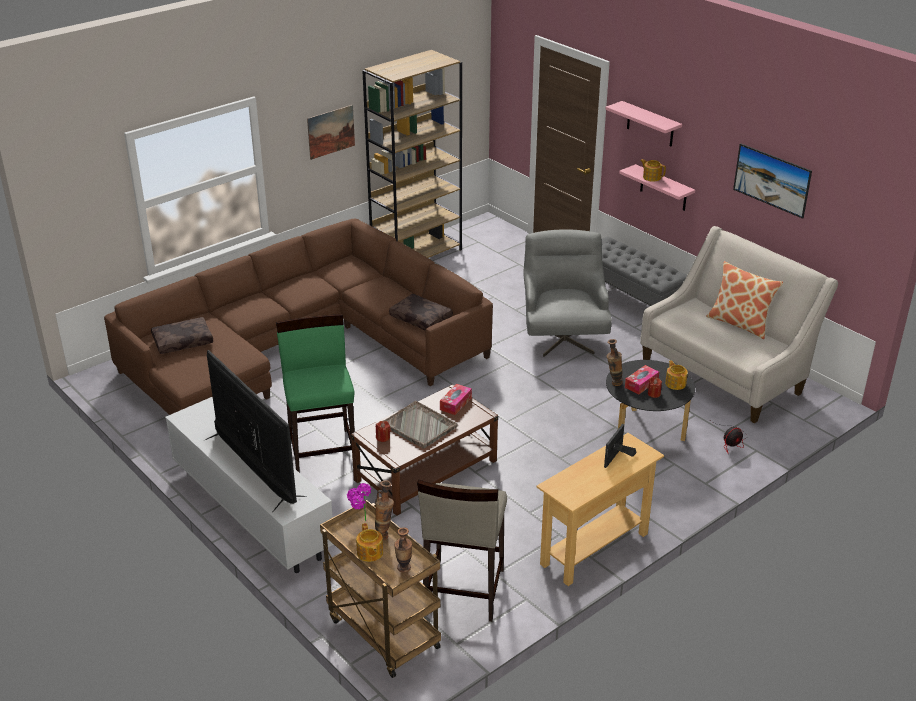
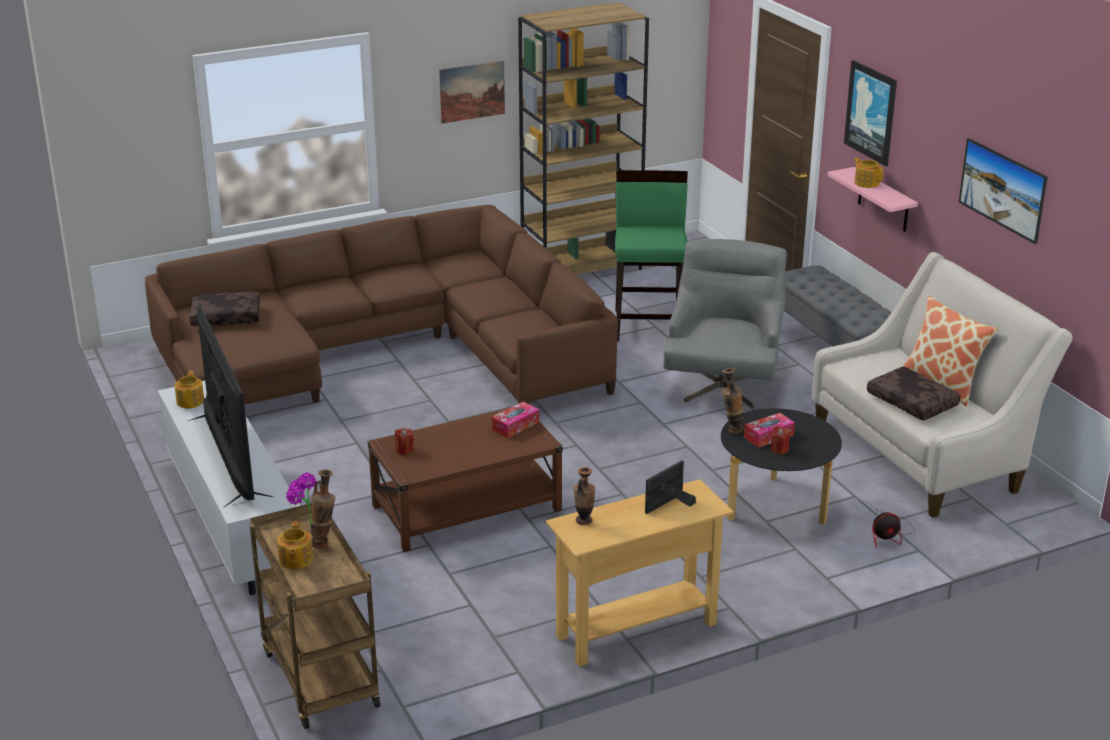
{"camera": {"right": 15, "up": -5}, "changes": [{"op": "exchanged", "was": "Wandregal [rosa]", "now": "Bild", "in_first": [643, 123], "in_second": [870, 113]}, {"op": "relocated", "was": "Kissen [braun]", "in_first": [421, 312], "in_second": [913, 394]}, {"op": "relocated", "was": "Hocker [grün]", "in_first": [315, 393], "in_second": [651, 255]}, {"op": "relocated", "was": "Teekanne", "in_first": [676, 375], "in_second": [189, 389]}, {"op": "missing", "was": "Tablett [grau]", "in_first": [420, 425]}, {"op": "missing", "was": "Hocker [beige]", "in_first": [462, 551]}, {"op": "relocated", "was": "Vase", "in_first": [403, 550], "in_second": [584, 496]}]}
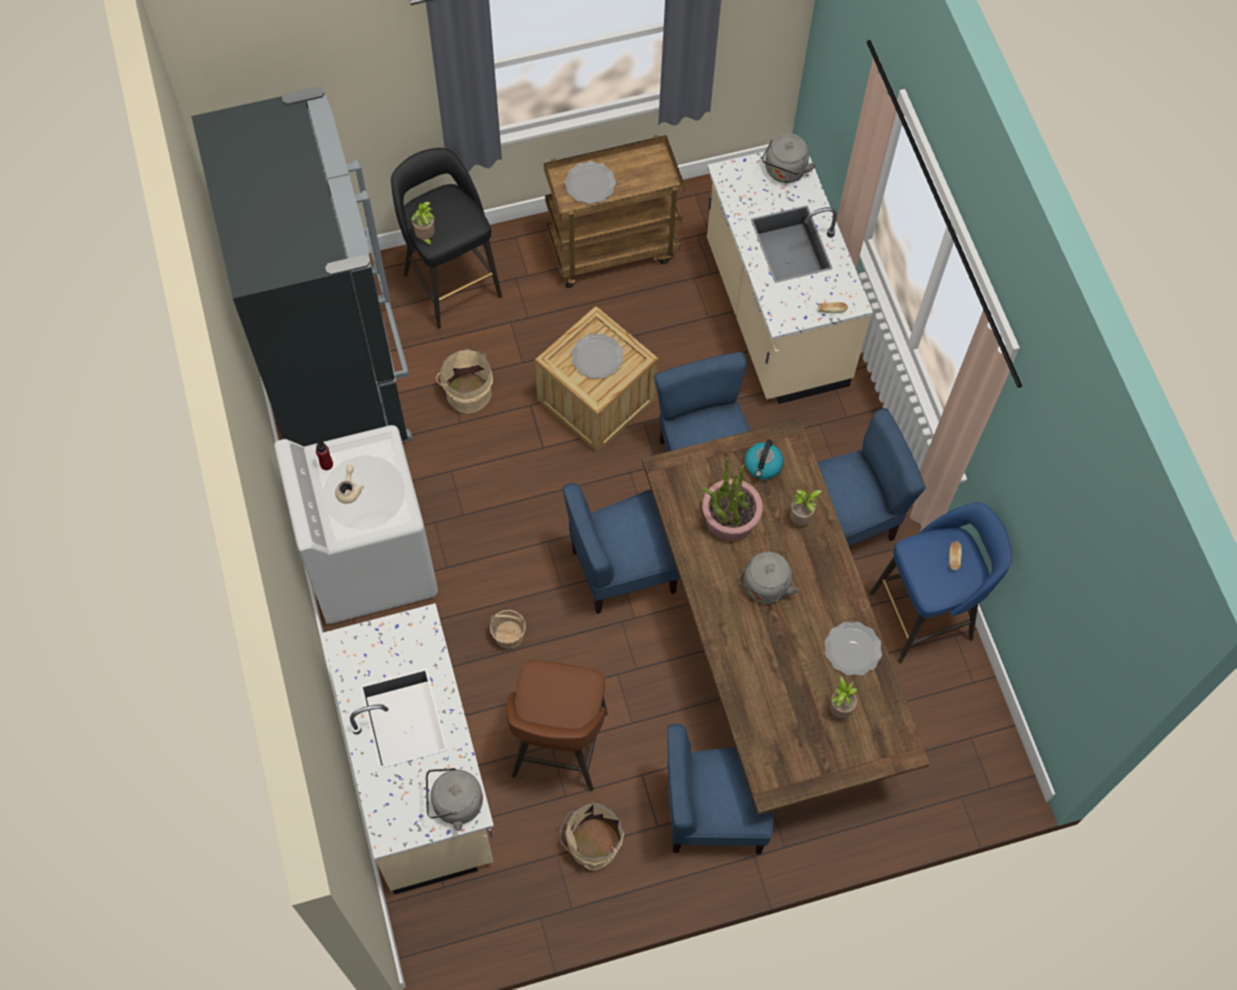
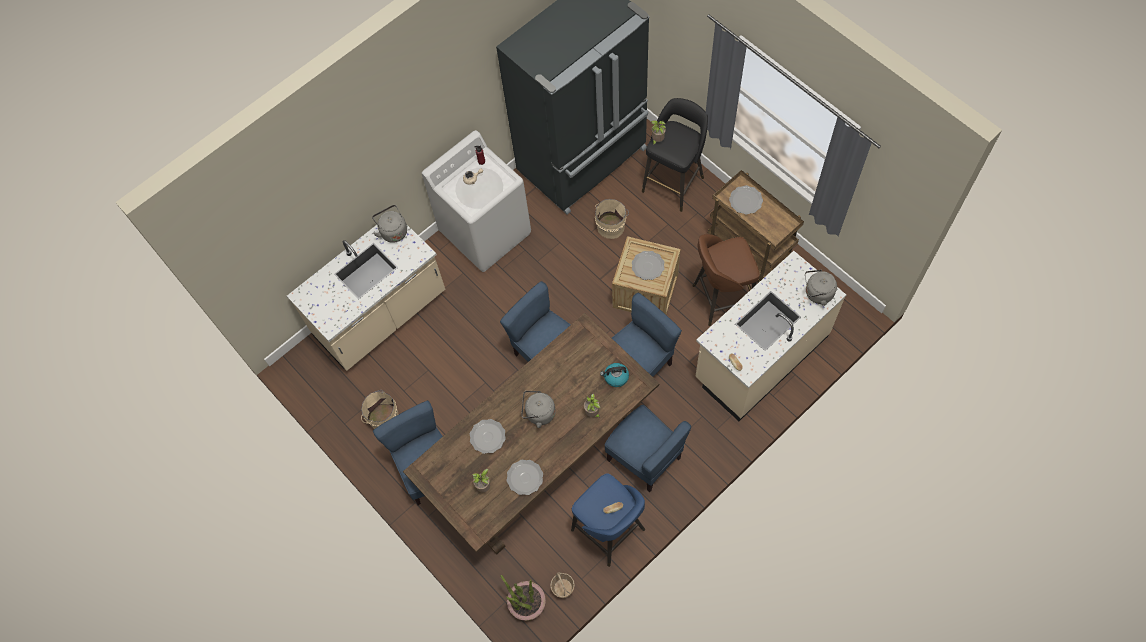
{"camera": {"right": 70, "up": 0}, "changes": [{"op": "relocated", "was": "Topfpflanze", "in_first": [732, 499], "in_second": [523, 598]}, {"op": "relocated", "was": "Korb", "in_first": [508, 629], "in_second": [562, 585]}, {"op": "relocated", "was": "Hocker [braun]", "in_first": [557, 725], "in_second": [726, 280]}, {"op": "relocated", "was": "Wasserkessel [grau]", "in_first": [454, 799], "in_second": [389, 224]}, {"op": "appeared", "now": "Teller", "in_second": [488, 436]}]}
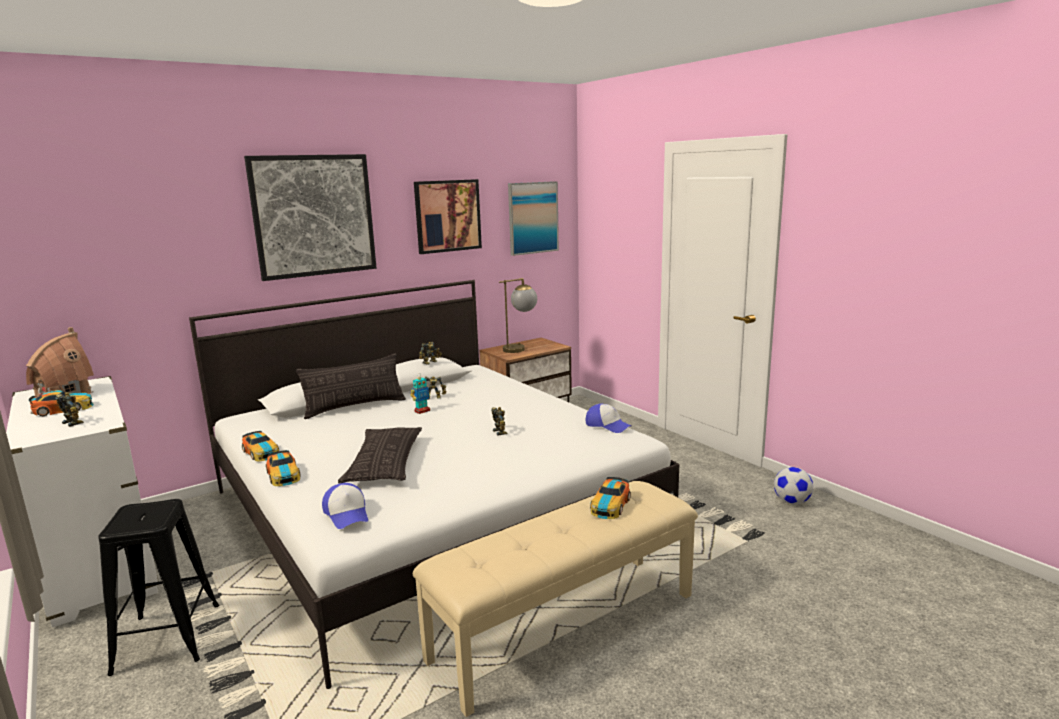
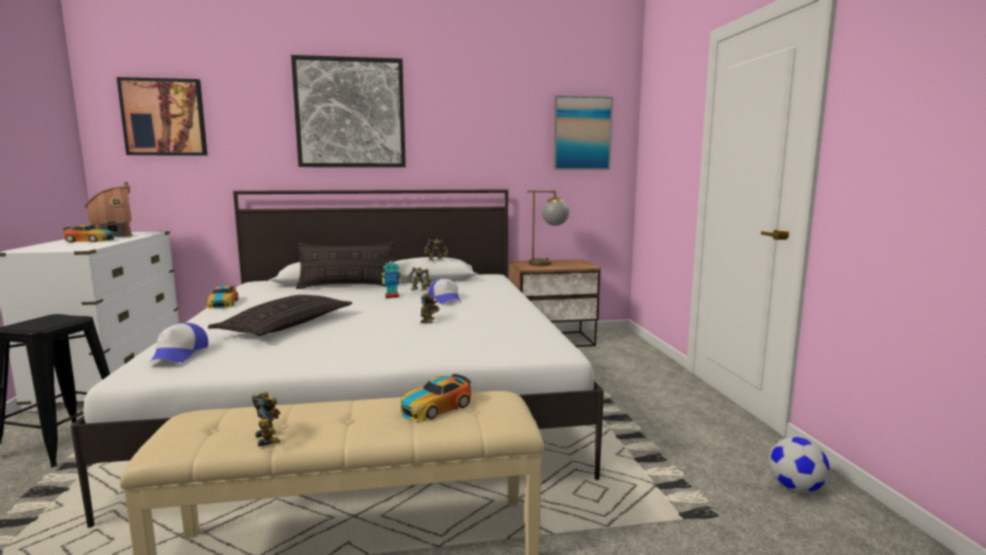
{"camera": {"right": 25, "up": -5}, "changes": [{"op": "relocated", "was": "Bild", "in_first": [448, 216], "in_second": [162, 116]}, {"op": "relocated", "was": "Spielzeugroboter", "in_first": [69, 409], "in_second": [265, 419]}, {"op": "relocated", "was": "Kappe", "in_first": [608, 418], "in_second": [444, 291]}, {"op": "missing", "was": "Spielzeugauto", "in_first": [283, 468]}]}
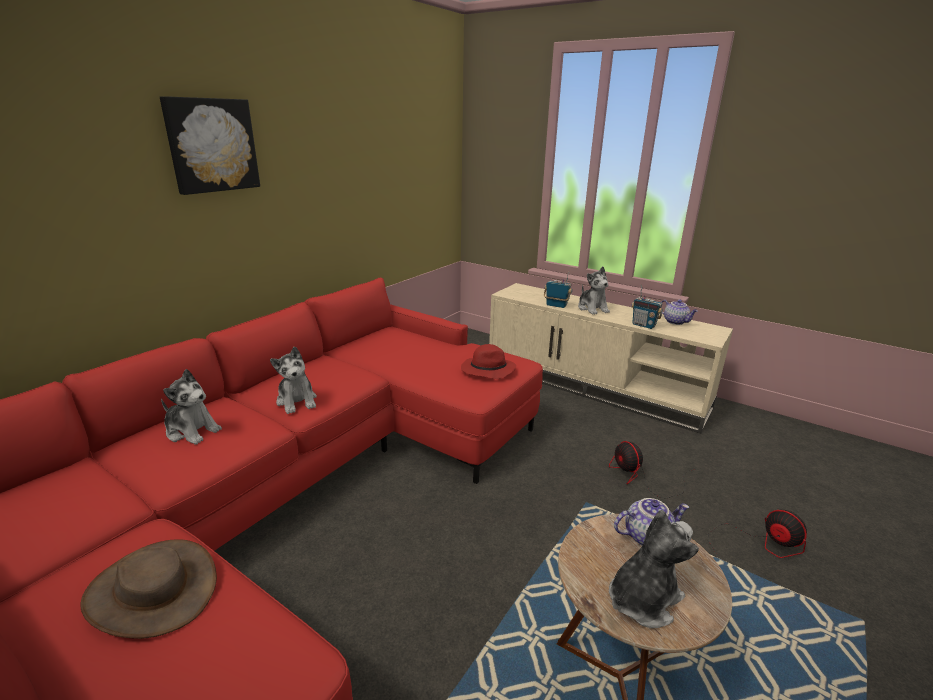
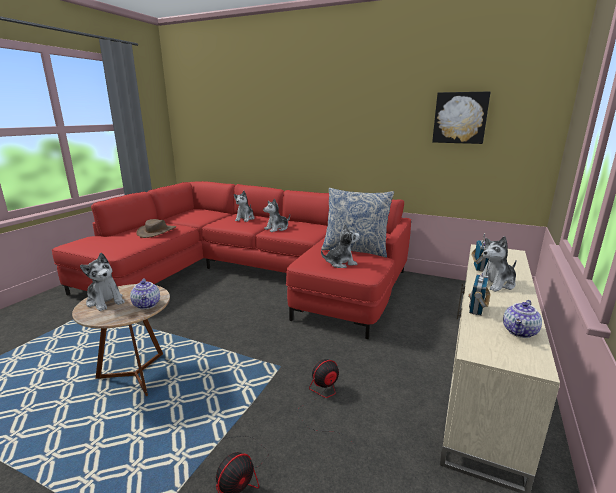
{"camera": {"right": 80, "up": -5}, "changes": [{"op": "relocated", "was": "Bild", "in_first": [210, 145], "in_second": [461, 118]}, {"op": "exchanged", "was": "Hut [rot]", "now": "Plüschtier", "in_first": [488, 361], "in_second": [340, 246]}, {"op": "appeared", "now": "Kissen", "in_second": [357, 223]}]}
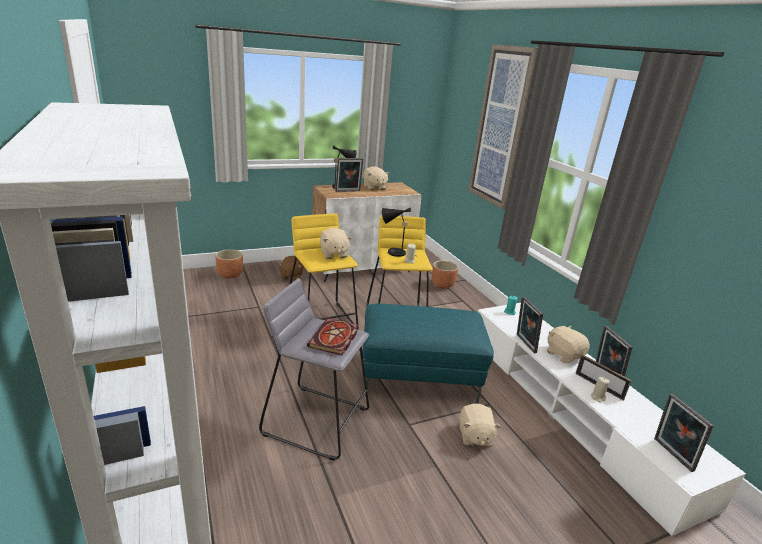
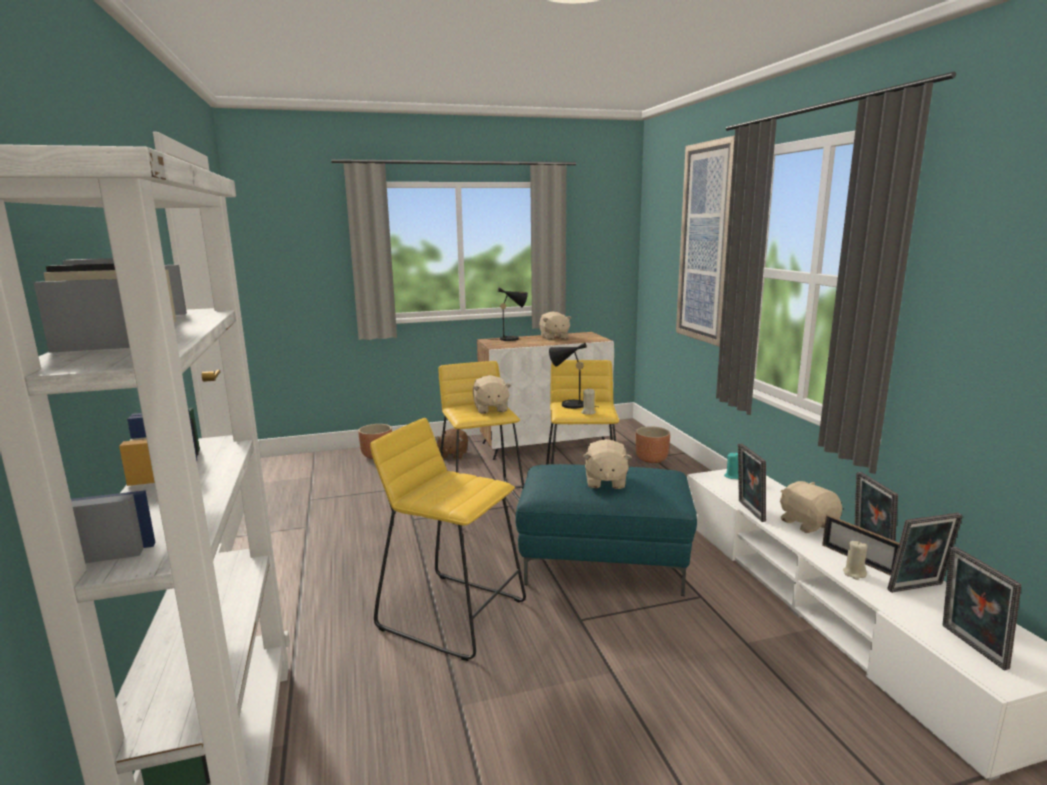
{"camera": {"right": 10, "up": -10}, "changes": [{"op": "relocated", "was": "Bilderrahmen", "in_first": [349, 175], "in_second": [925, 553]}, {"op": "colour", "was": "Hocker [grau]", "now": "Hocker [gelb]", "in_first": [314, 369], "in_second": [448, 539]}, {"op": "missing", "was": "Buch", "in_first": [333, 336]}, {"op": "relocated", "was": "Plüschtier [beige]", "in_first": [480, 425], "in_second": [607, 464]}]}
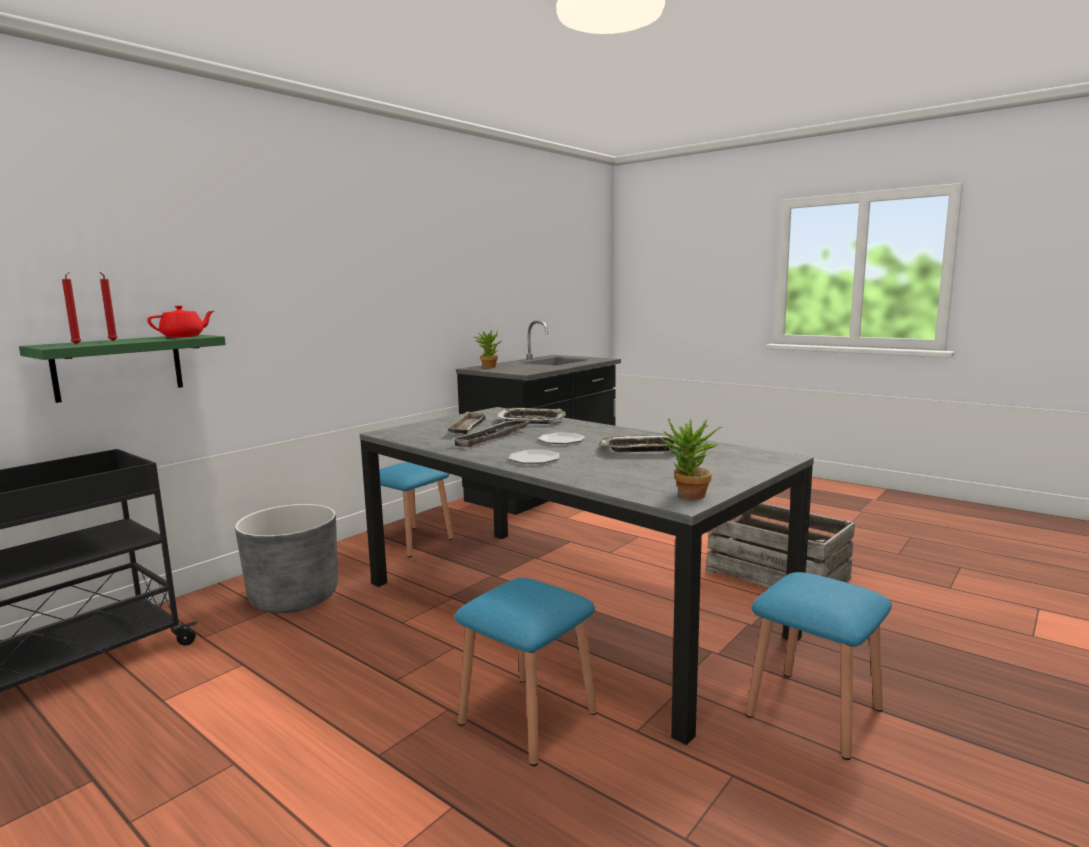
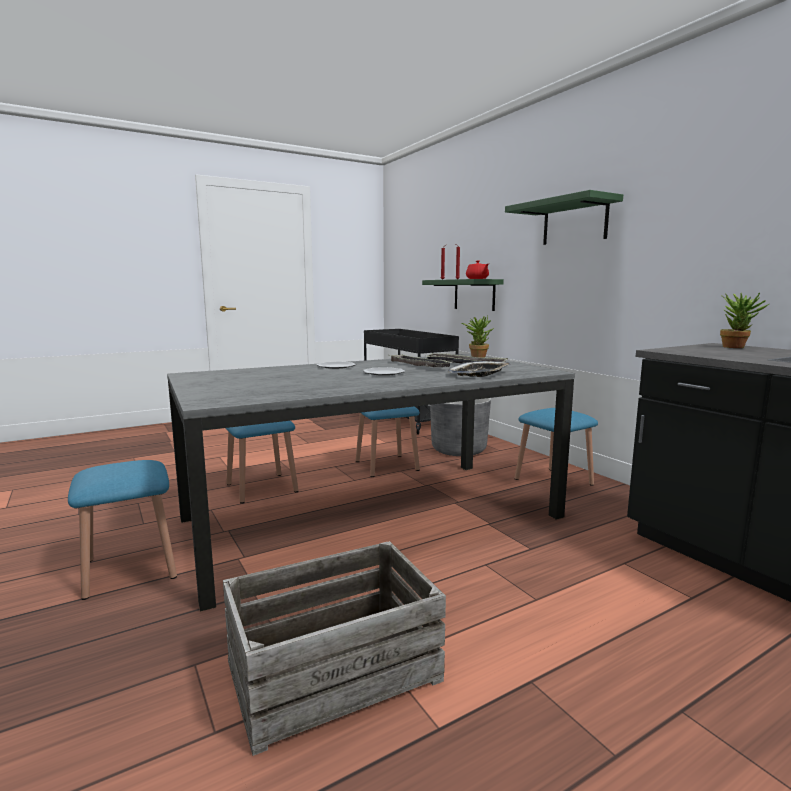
{"camera": {"right": 110, "up": 0}, "changes": [{"op": "relocated", "was": "Topfpflanze", "in_first": [690, 458], "in_second": [477, 337]}, {"op": "missing", "was": "Tablett", "in_first": [639, 443]}, {"op": "appeared", "now": "Wandregal [grün]", "in_second": [564, 217]}, {"op": "appeared", "now": "Hocker [blau]", "in_second": [388, 441]}]}
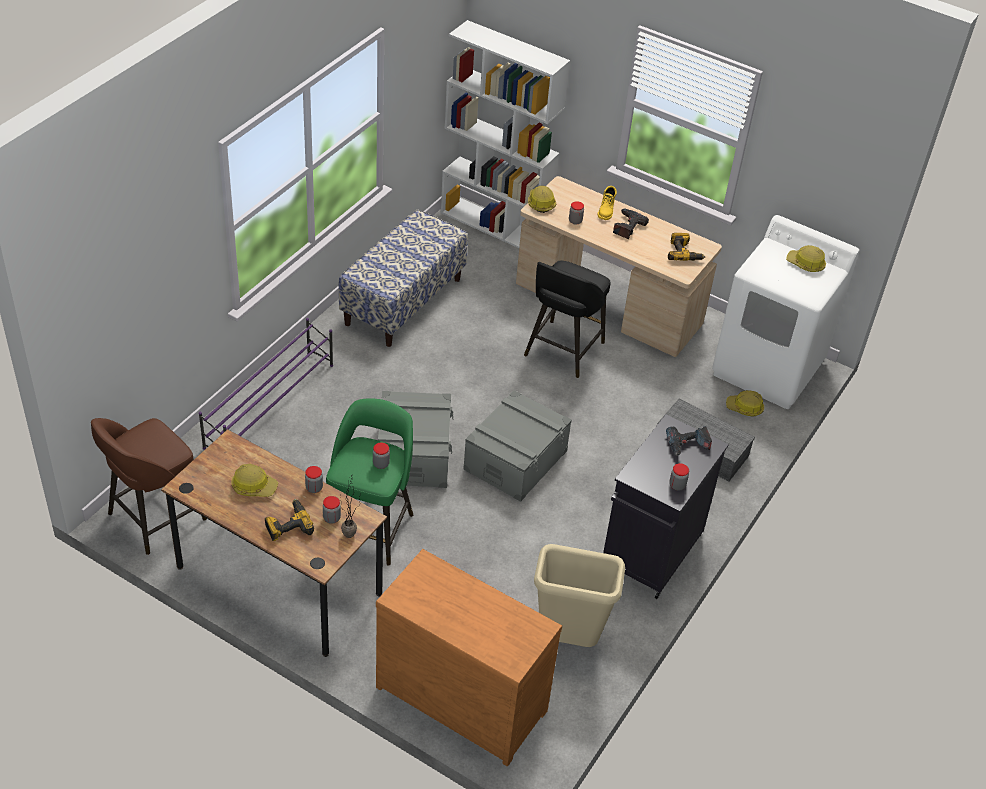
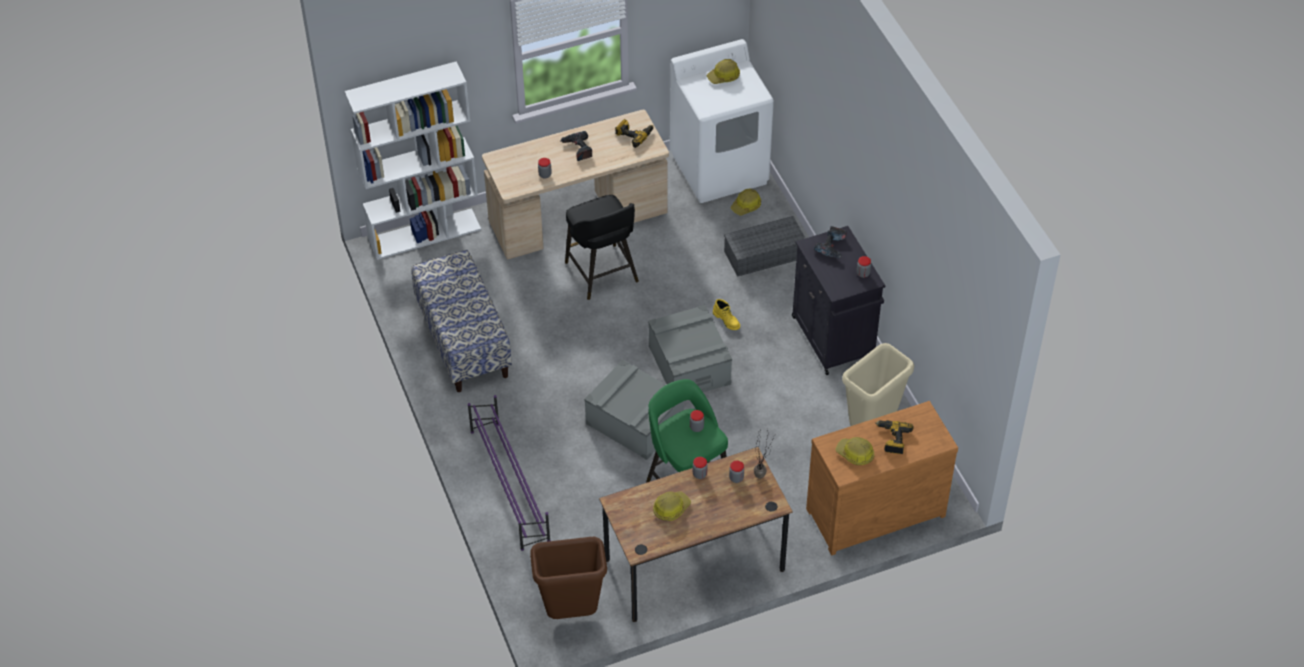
{"camera": {"right": -50, "up": 5}, "changes": [{"op": "relocated", "was": "Schutzhelm", "in_first": [542, 199], "in_second": [854, 451]}, {"op": "relocated", "was": "Stiefel [gelb]", "in_first": [607, 203], "in_second": [726, 314]}, {"op": "exchanged", "was": "Hocker [braun]", "now": "Mülleimer [braun]", "in_first": [149, 486], "in_second": [568, 578]}, {"op": "relocated", "was": "Bohrmaschine", "in_first": [289, 520], "in_second": [894, 437]}]}
